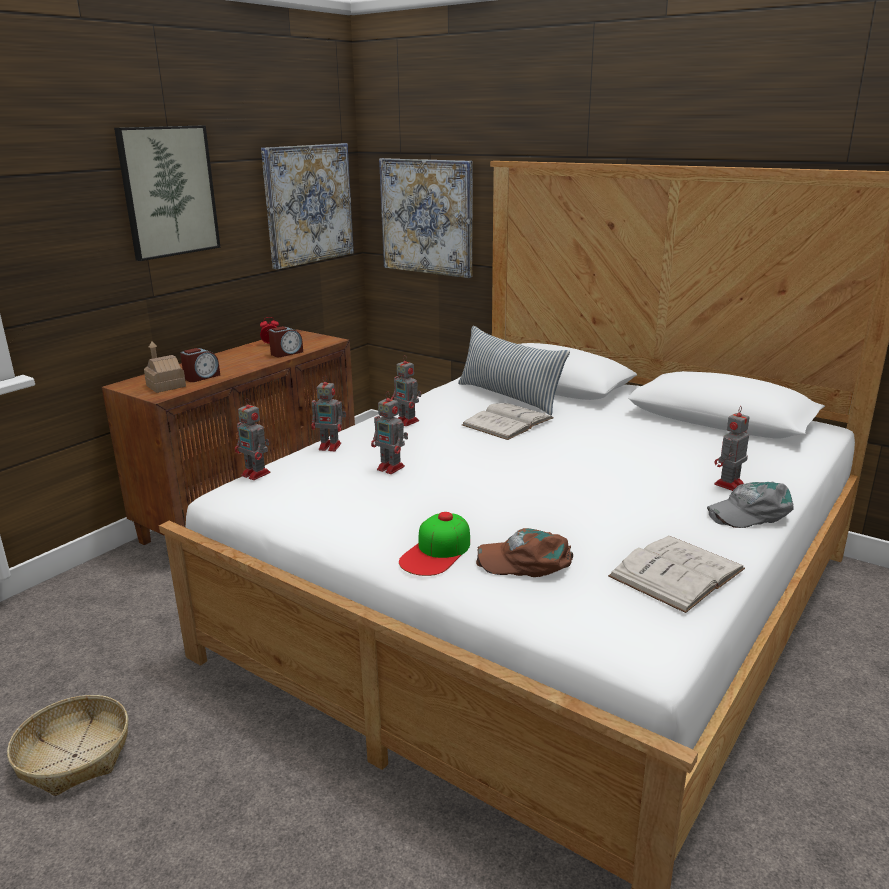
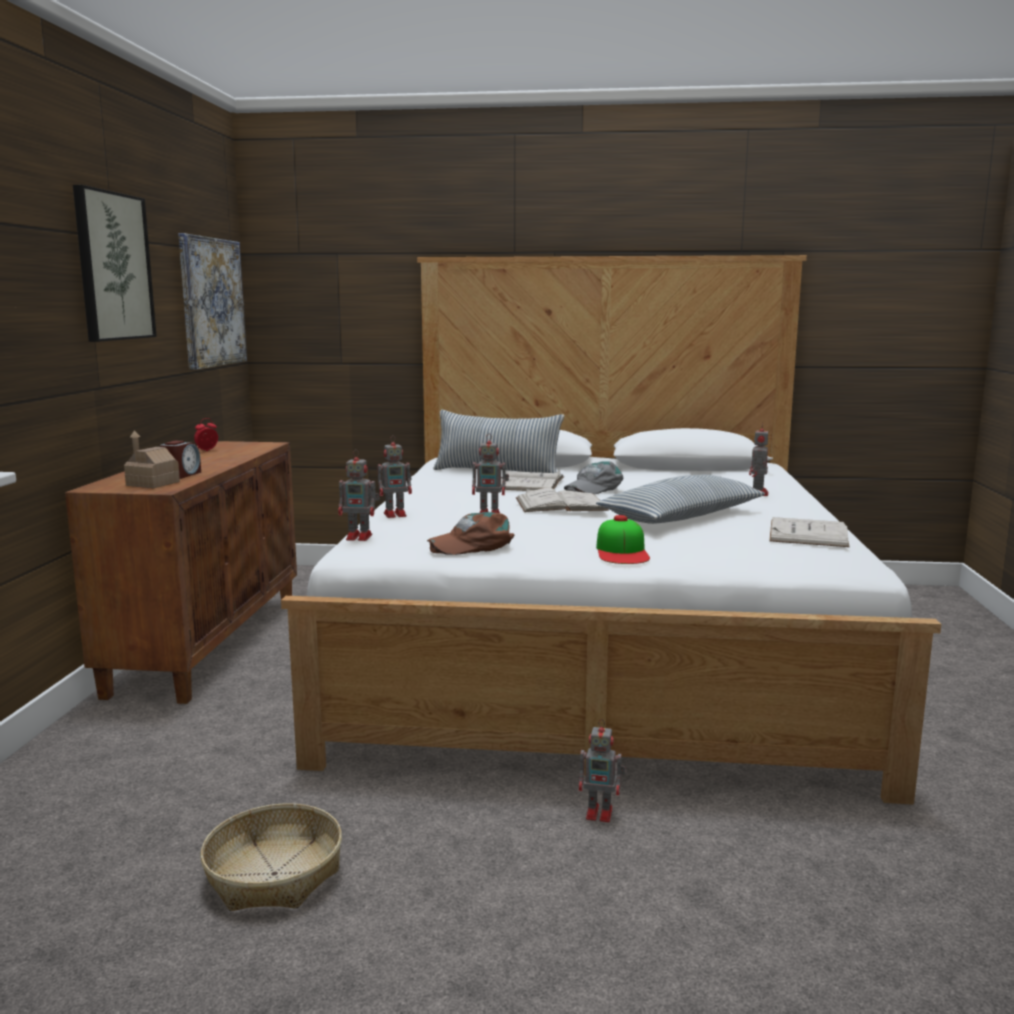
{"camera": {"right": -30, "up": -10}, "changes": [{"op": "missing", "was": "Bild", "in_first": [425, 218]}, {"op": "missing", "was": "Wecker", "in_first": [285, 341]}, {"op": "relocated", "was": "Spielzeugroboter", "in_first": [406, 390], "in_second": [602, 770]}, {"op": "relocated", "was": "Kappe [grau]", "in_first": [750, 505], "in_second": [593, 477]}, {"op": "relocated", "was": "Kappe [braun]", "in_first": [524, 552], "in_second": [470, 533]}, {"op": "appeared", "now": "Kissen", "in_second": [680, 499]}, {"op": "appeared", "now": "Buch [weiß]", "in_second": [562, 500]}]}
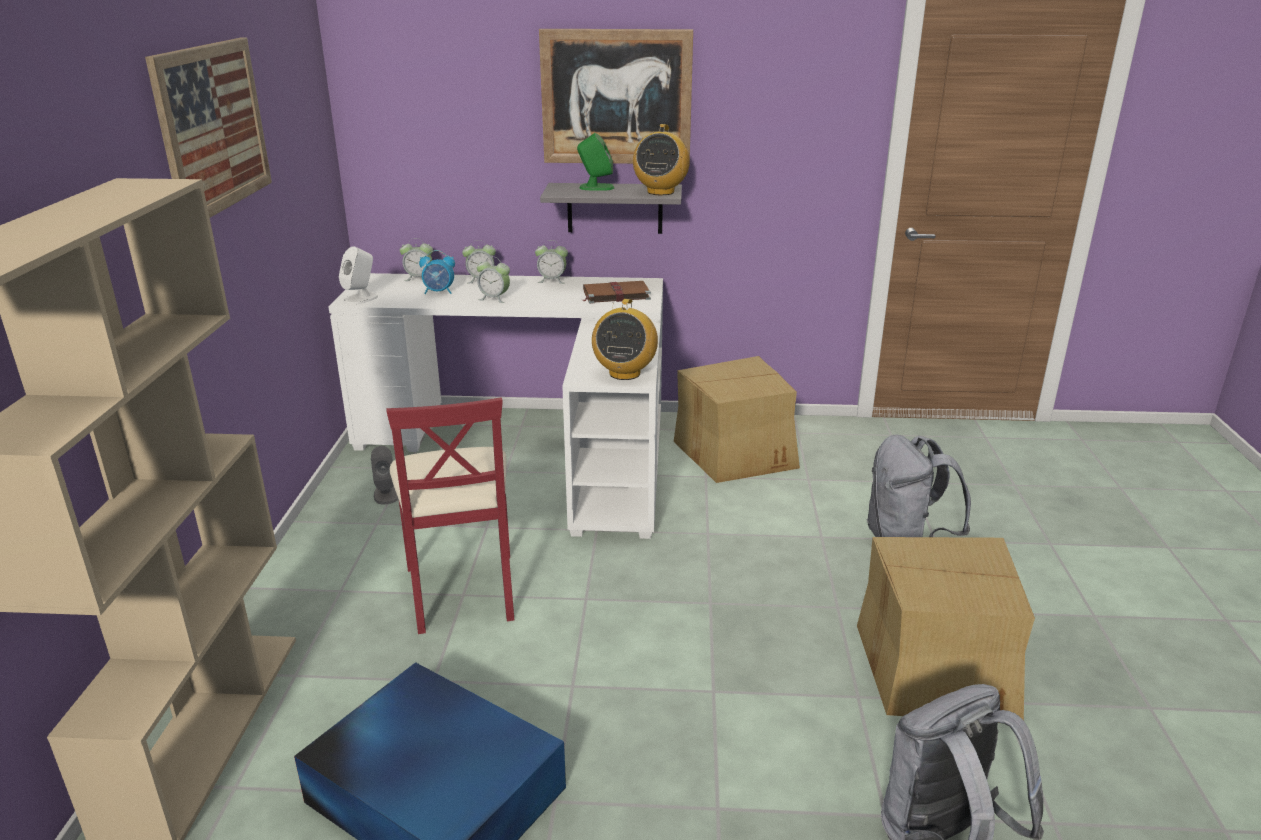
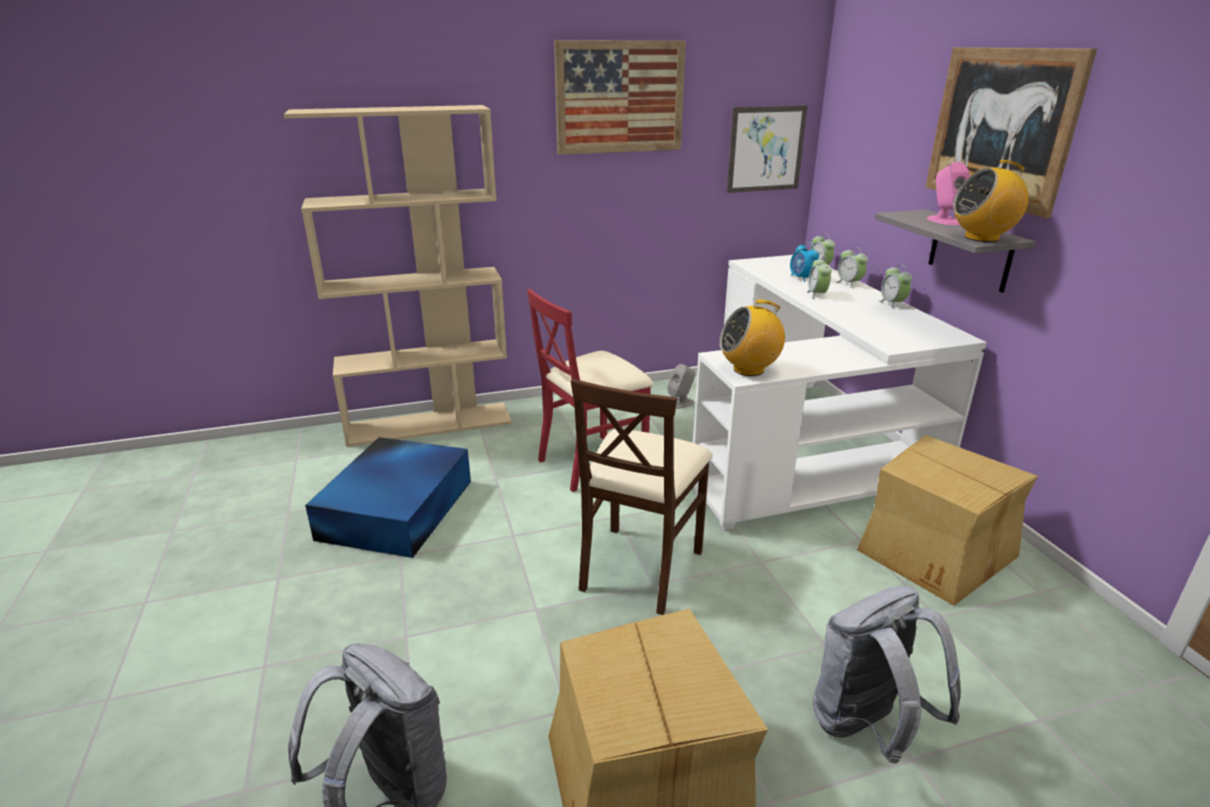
{"camera": {"right": 70, "up": 0}, "changes": [{"op": "colour", "was": "Lautsprecher [grün]", "now": "Lautsprecher [rosa]", "in_first": [596, 162], "in_second": [948, 193]}, {"op": "missing", "was": "Lautsprecher [weiß]", "in_first": [358, 275]}, {"op": "missing", "was": "Buch [braun]", "in_first": [617, 292]}, {"op": "appeared", "now": "Bild", "in_second": [767, 149]}, {"op": "appeared", "now": "Stuhl [beige]", "in_second": [642, 497]}]}
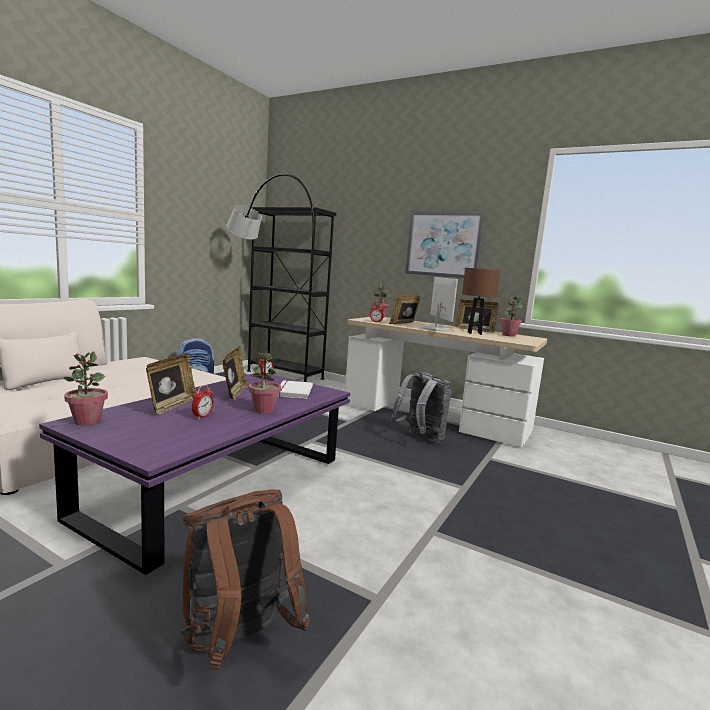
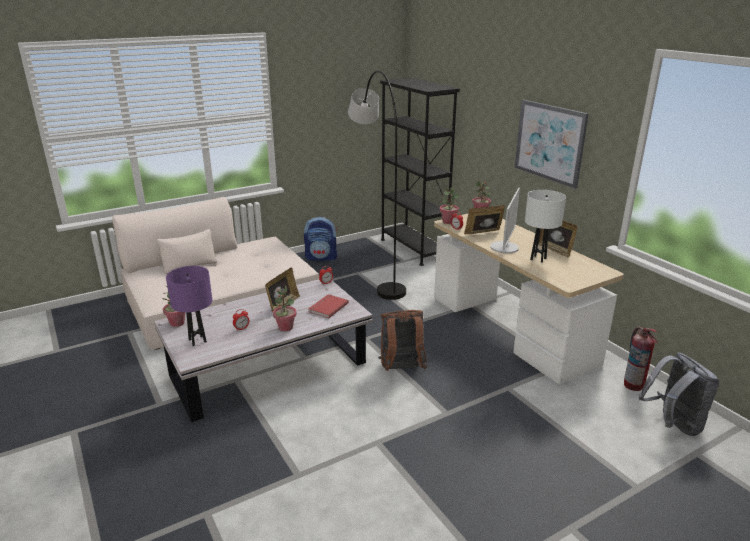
{"camera": {"right": 30, "up": 15}, "changes": [{"op": "colour", "was": "Tischlampe [braun]", "now": "Tischlampe [weiß]", "in_first": [481, 301], "in_second": [545, 226]}, {"op": "relocated", "was": "Topfpflanze", "in_first": [511, 317], "in_second": [449, 205]}, {"op": "missing", "was": "Bilderrahmen", "in_first": [171, 384]}, {"op": "relocated", "was": "Rucksack [grau]", "in_first": [421, 408], "in_second": [679, 394]}, {"op": "colour", "was": "Couchtisch [lila]", "now": "Couchtisch [weiß]", "in_first": [194, 474], "in_second": [263, 350]}, {"op": "colour", "was": "Buch [weiß]", "now": "Buch [rot]", "in_first": [295, 389], "in_second": [328, 306]}, {"op": "relocated", "was": "Rucksack [braun]", "in_first": [245, 579], "in_second": [402, 340]}, {"op": "appeared", "now": "Tischlampe [lila]", "in_second": [189, 306]}, {"op": "appeared", "now": "Feuerlöscher", "in_second": [640, 359]}]}
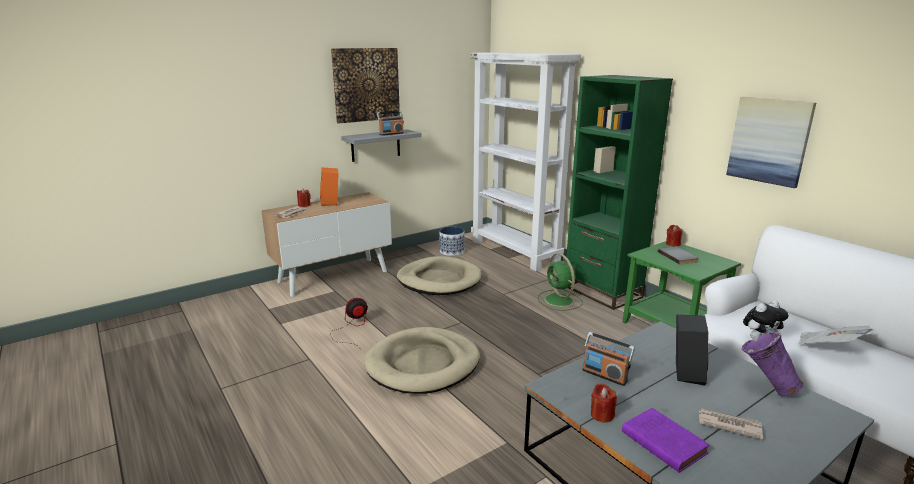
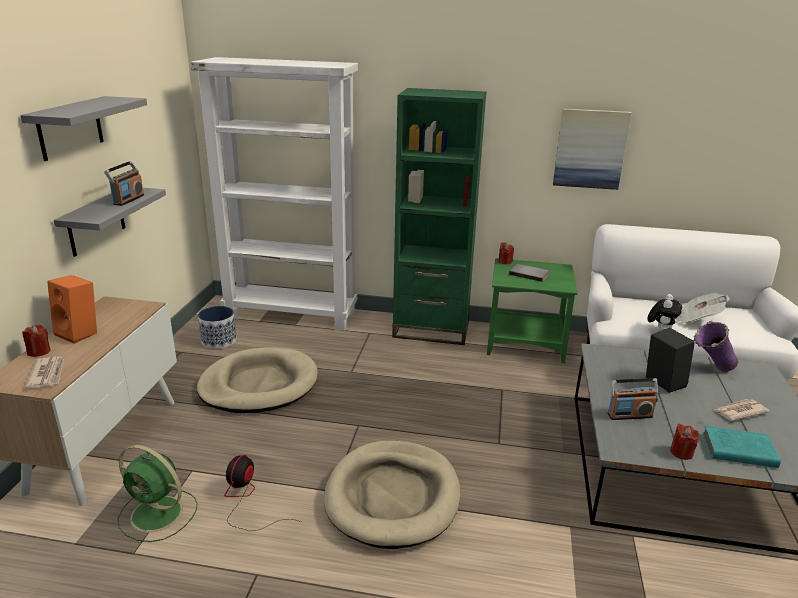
{"camera": {"right": -45, "up": 5}, "changes": [{"op": "exchanged", "was": "Bild", "now": "Wandregal [grau]", "in_first": [365, 86], "in_second": [83, 128]}, {"op": "relocated", "was": "Ventilator [grün]", "in_first": [560, 282], "in_second": [158, 493]}, {"op": "colour", "was": "Buch [lila]", "now": "Buch [türkis]", "in_first": [666, 440], "in_second": [742, 447]}]}
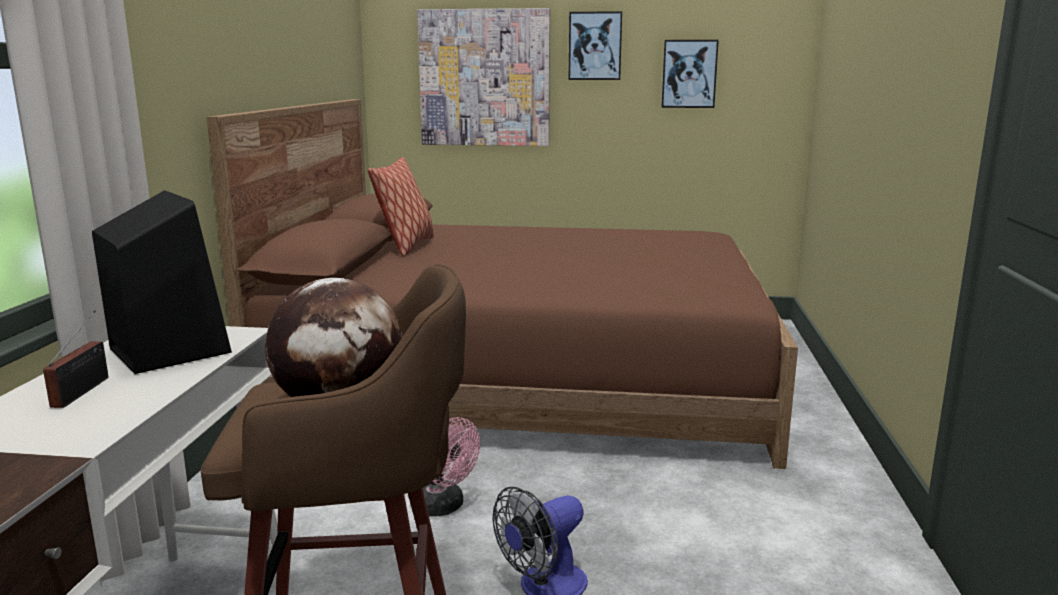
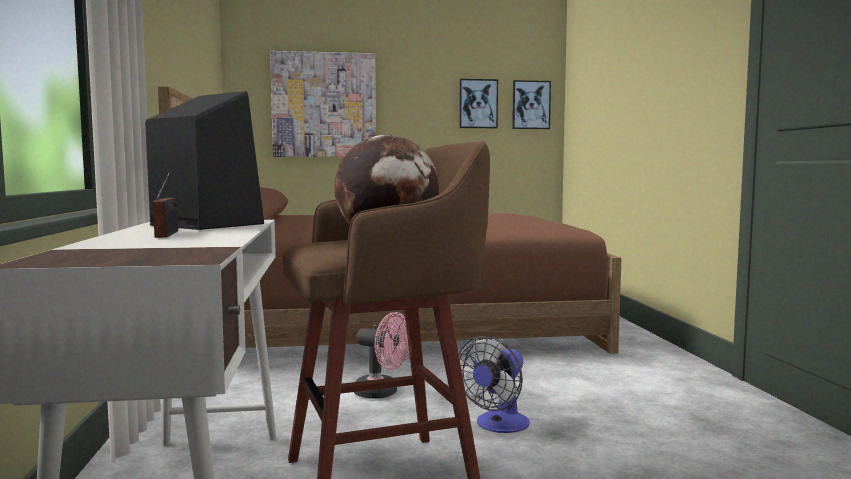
{"camera": {"right": -15, "up": -10}, "changes": [{"op": "relocated", "was": "Bild", "in_first": [595, 45], "in_second": [531, 104]}, {"op": "missing", "was": "Kissen", "in_first": [401, 206]}]}
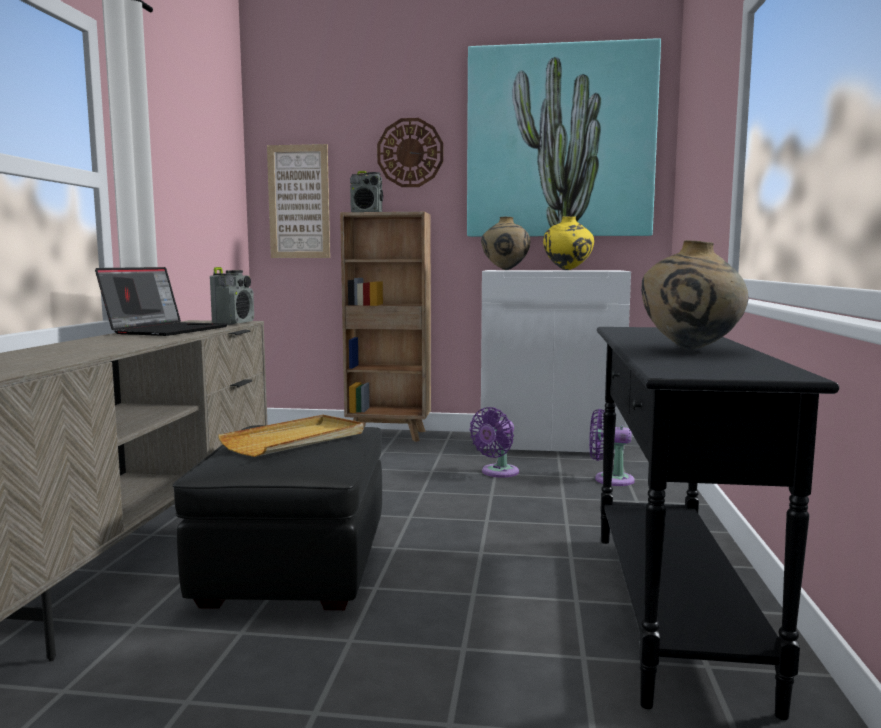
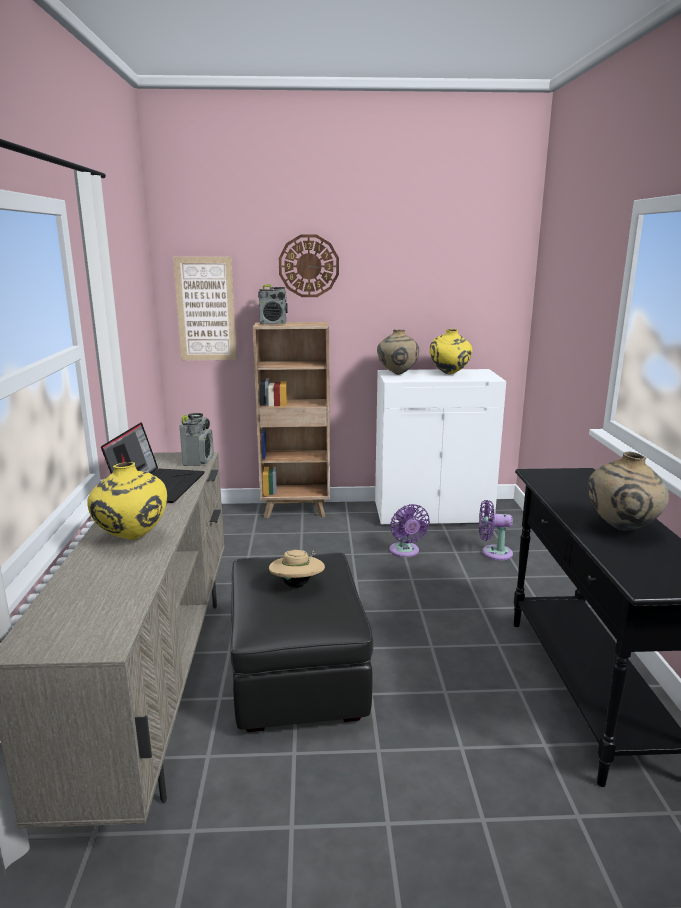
{"camera": {"right": -10, "up": 10}, "changes": [{"op": "missing", "was": "Bild", "in_first": [564, 137]}, {"op": "spun", "was": "Ventilator [lila]", "in_first": [494, 442], "in_second": [409, 530], "clockwise": -45}, {"op": "exchanged", "was": "Tablett [beige]", "now": "Hut [beige]", "in_first": [291, 436], "in_second": [297, 569]}, {"op": "appeared", "now": "Vase [gelb]", "in_second": [127, 501]}]}
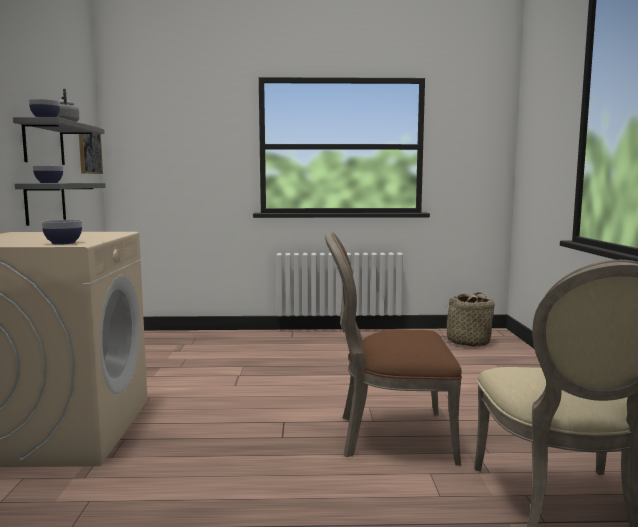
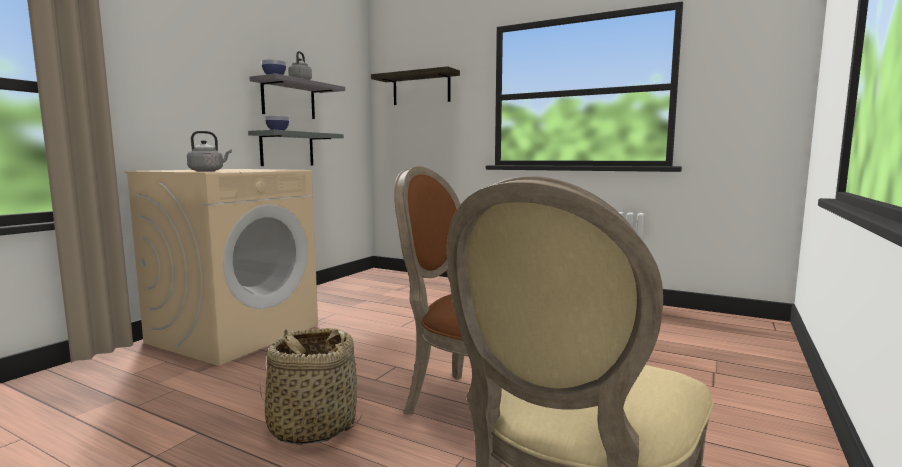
{"camera": {"right": 30, "up": 0}, "changes": [{"op": "missing", "was": "Bild", "in_first": [91, 148]}, {"op": "exchanged", "was": "Schüssel", "now": "Wasserkessel [grau]", "in_first": [61, 232], "in_second": [209, 151]}, {"op": "relocated", "was": "Korb", "in_first": [466, 319], "in_second": [310, 386]}, {"op": "appeared", "now": "Wandregal", "in_second": [415, 85]}]}
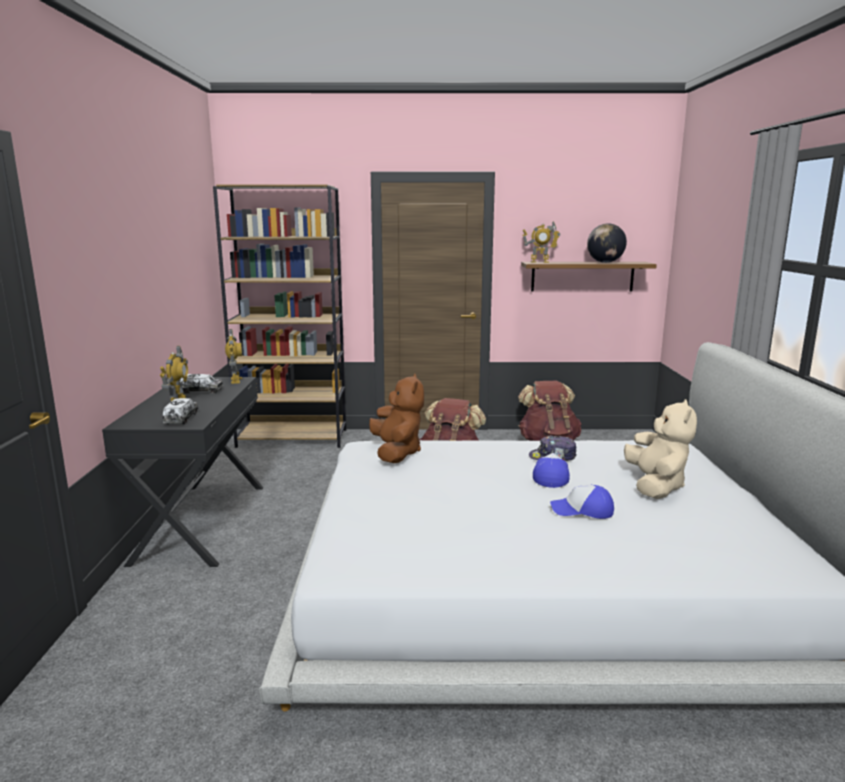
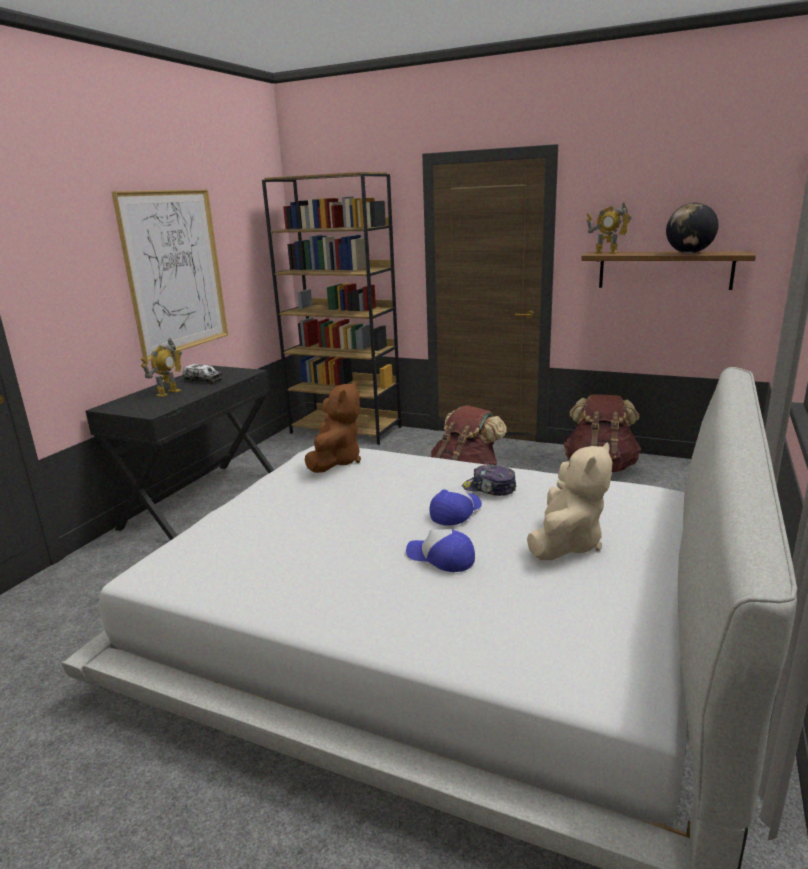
{"camera": {"right": 25, "up": 5}, "changes": [{"op": "missing", "was": "Spielzeugroboter", "in_first": [233, 356]}, {"op": "missing", "was": "Spielzeuglaster", "in_first": [180, 411]}, {"op": "appeared", "now": "Bild", "in_second": [169, 275]}]}
